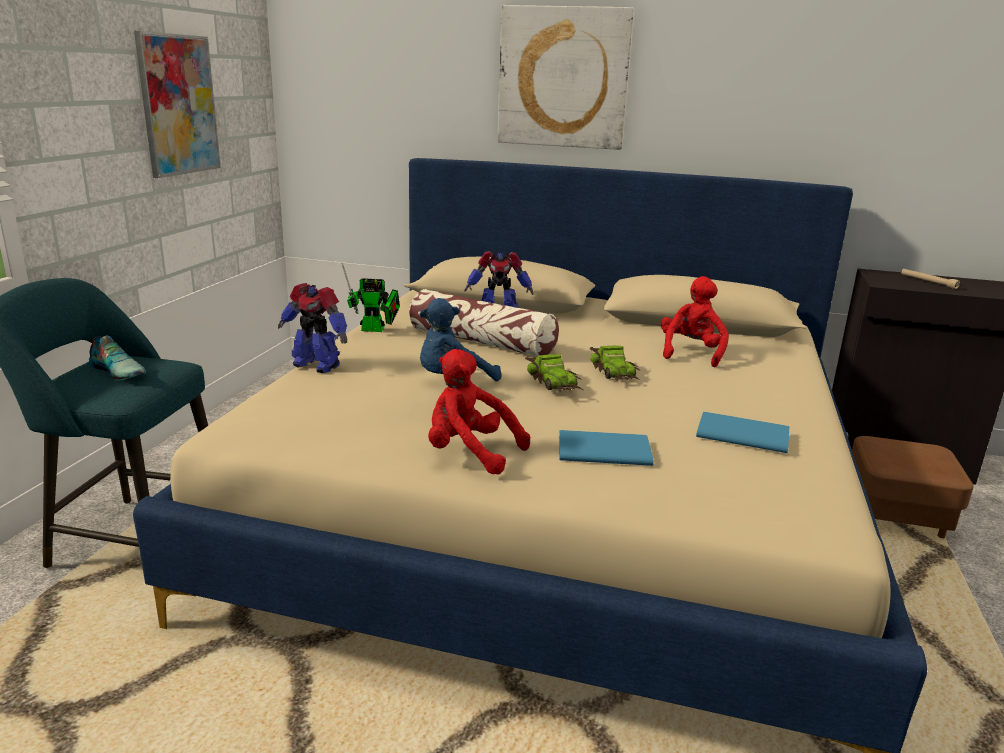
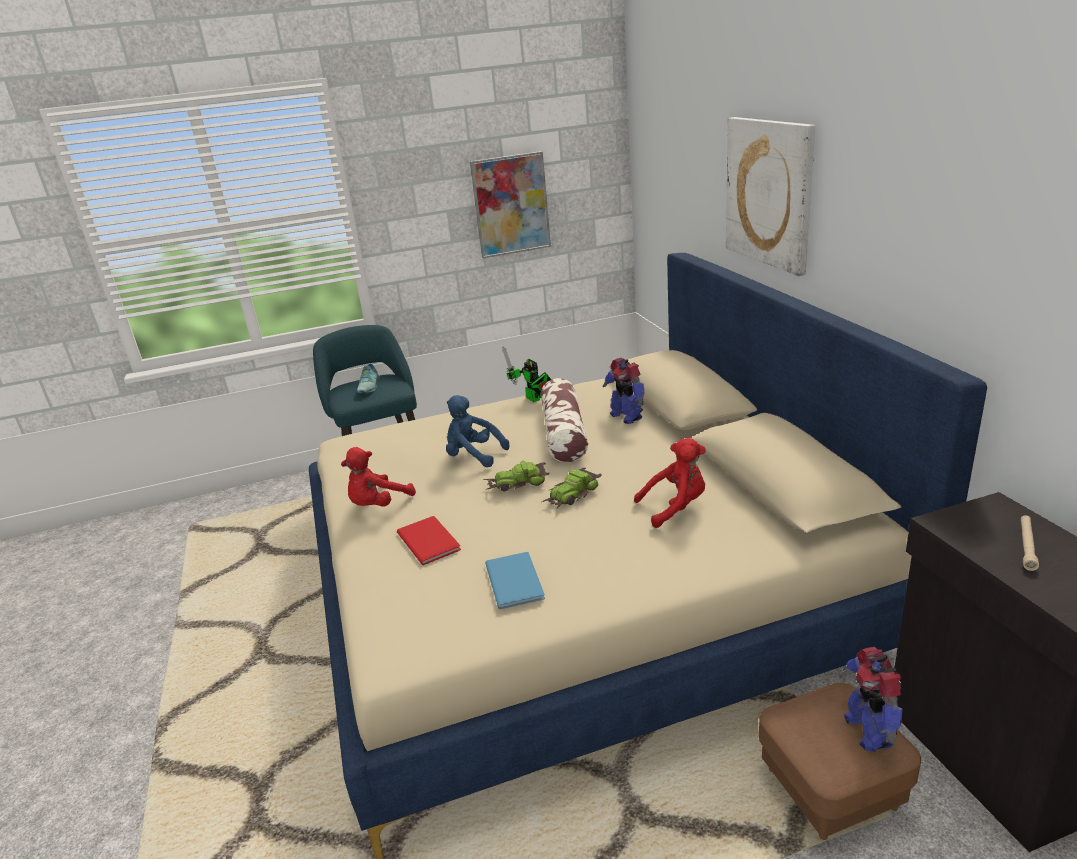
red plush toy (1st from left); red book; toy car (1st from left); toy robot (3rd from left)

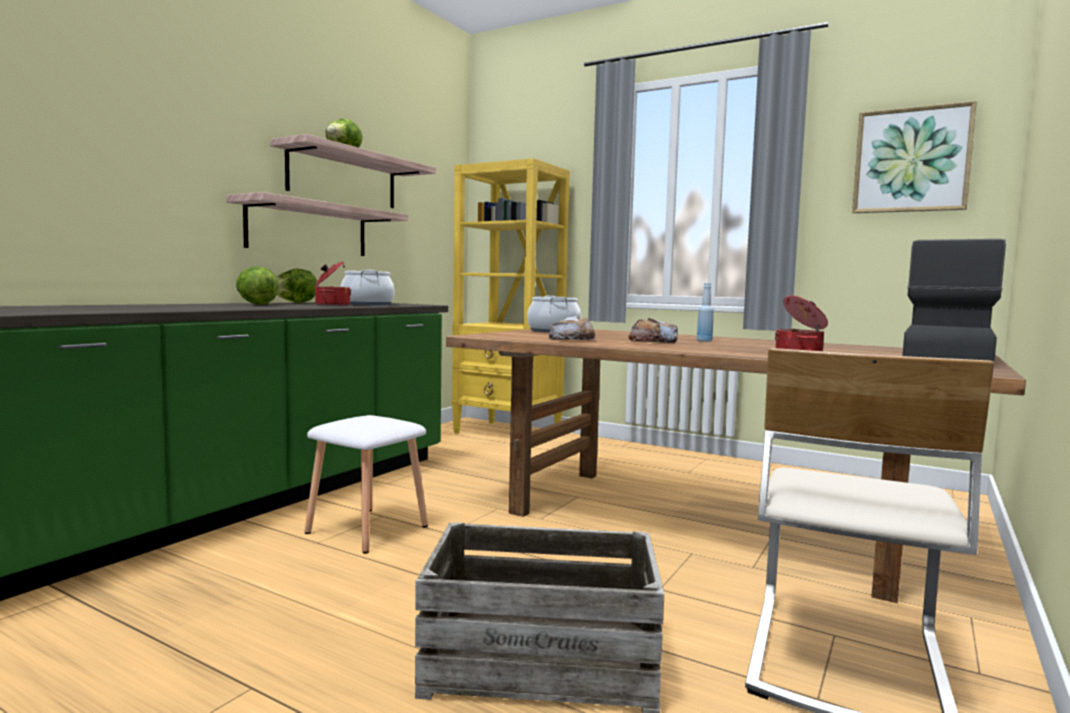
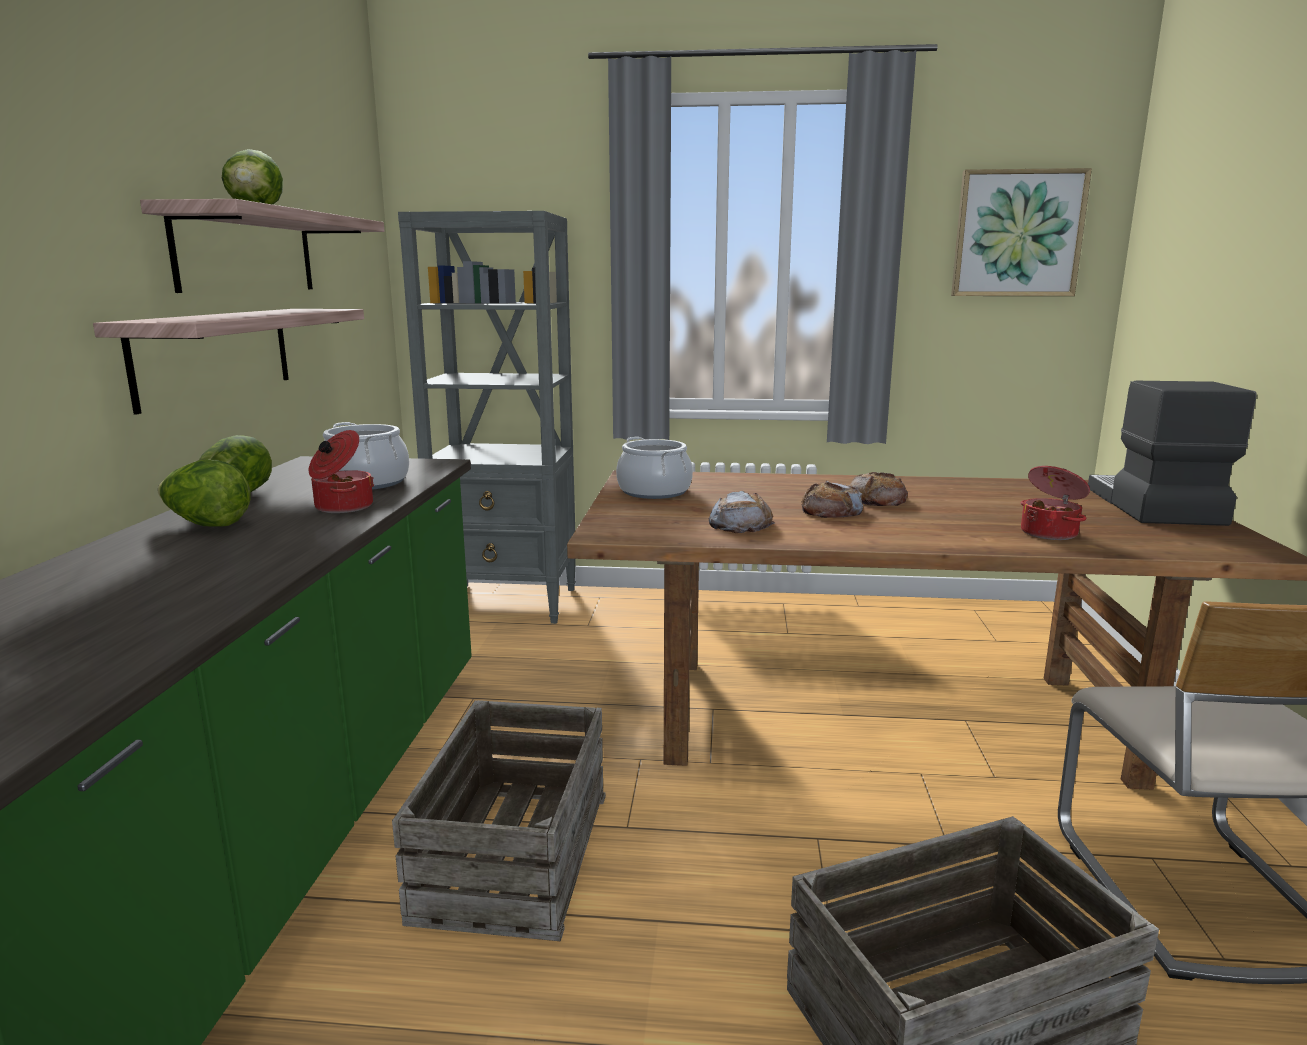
crate (1st from left); grey bookcase; bread (3rd from left)

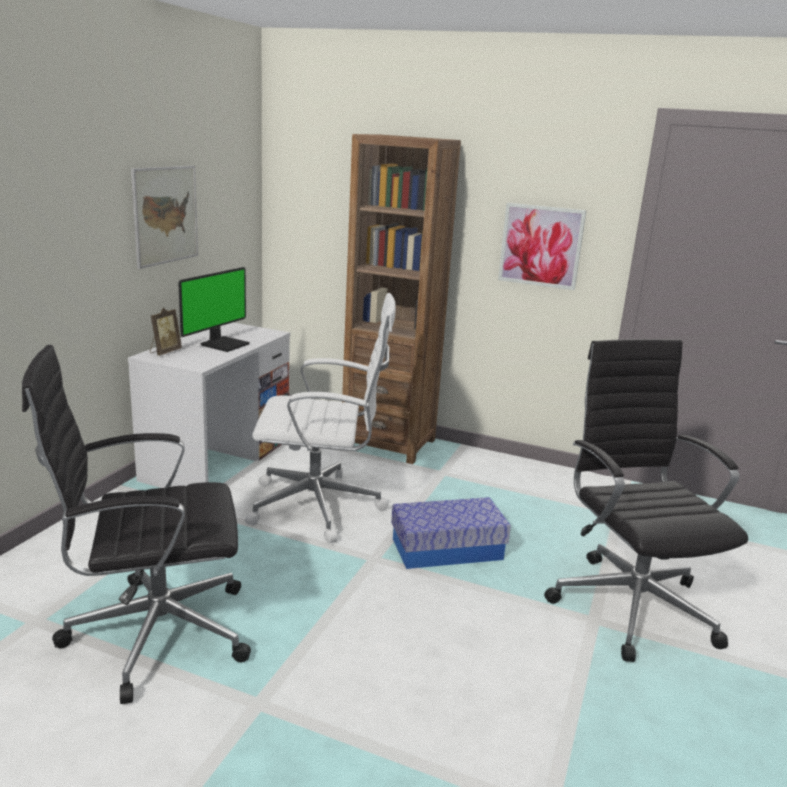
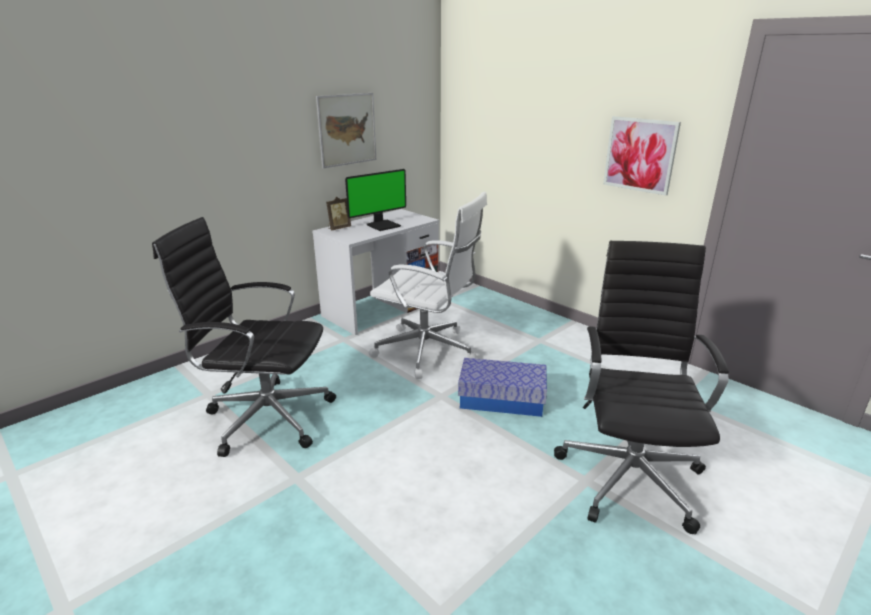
brown bookcase

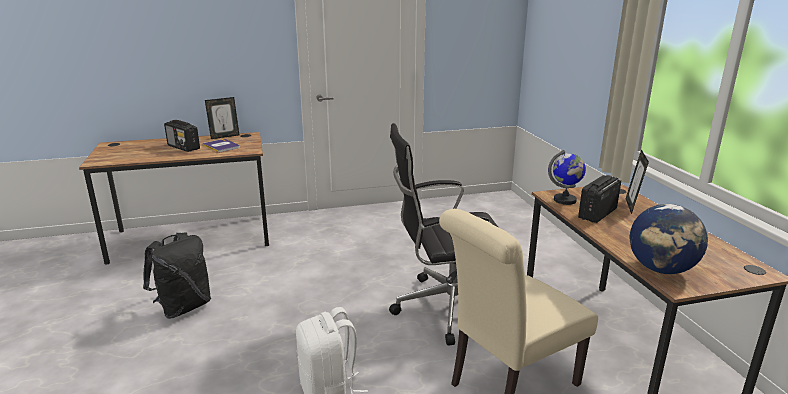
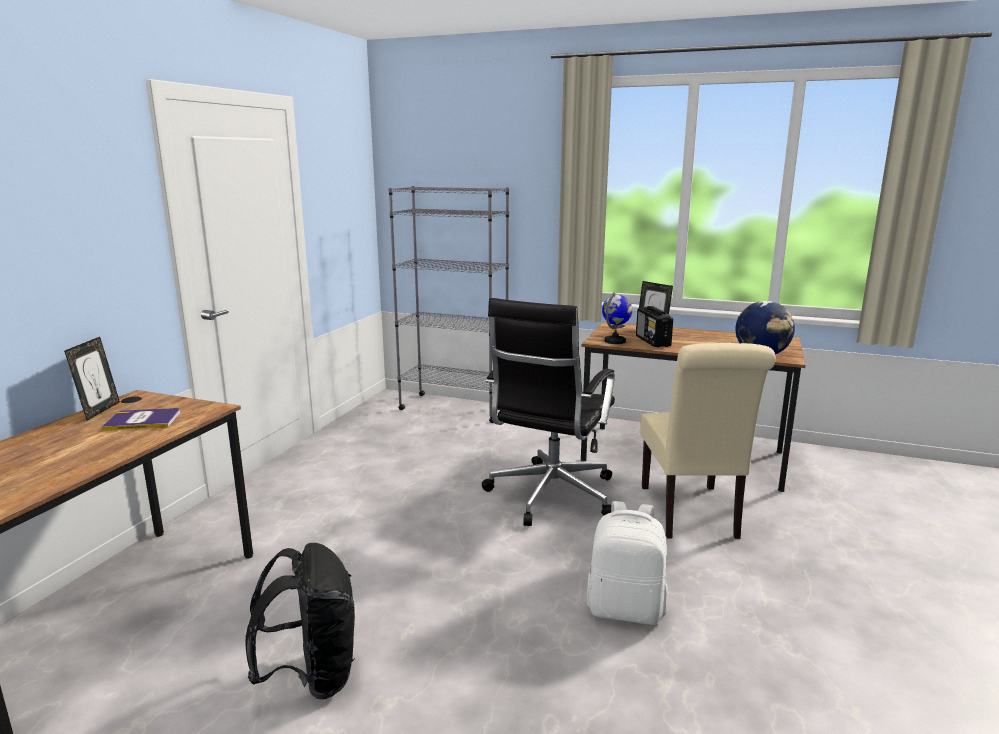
grey bookcase; radio (1st from left in the first image)

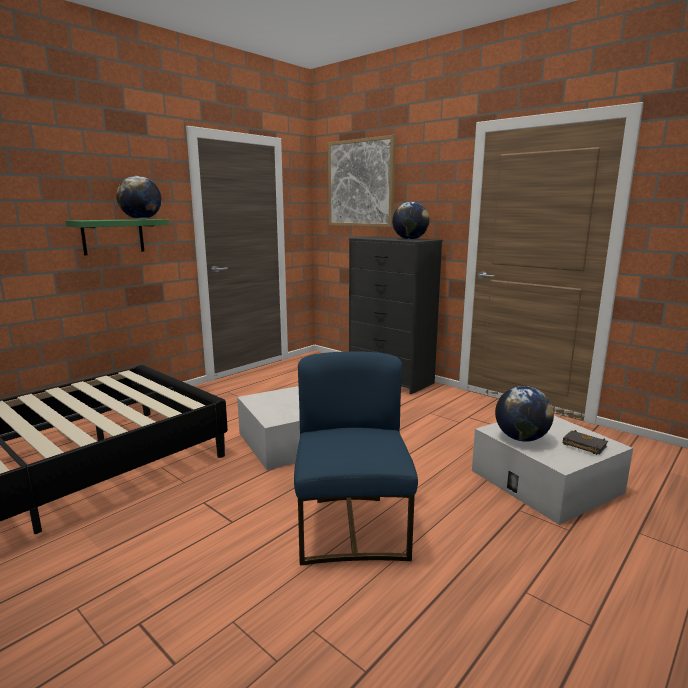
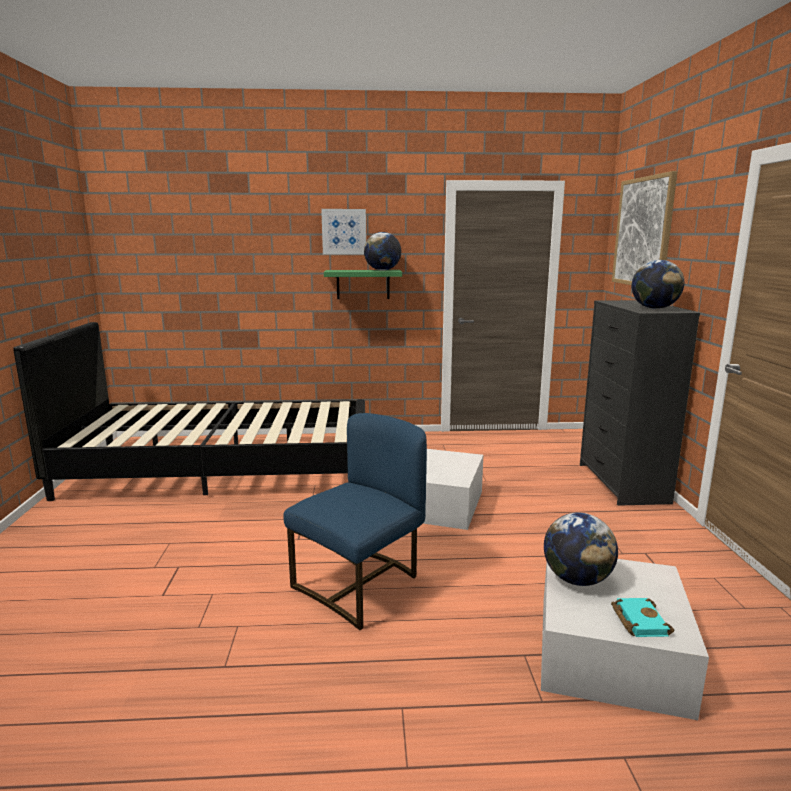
picture (1st from left); turquoise book

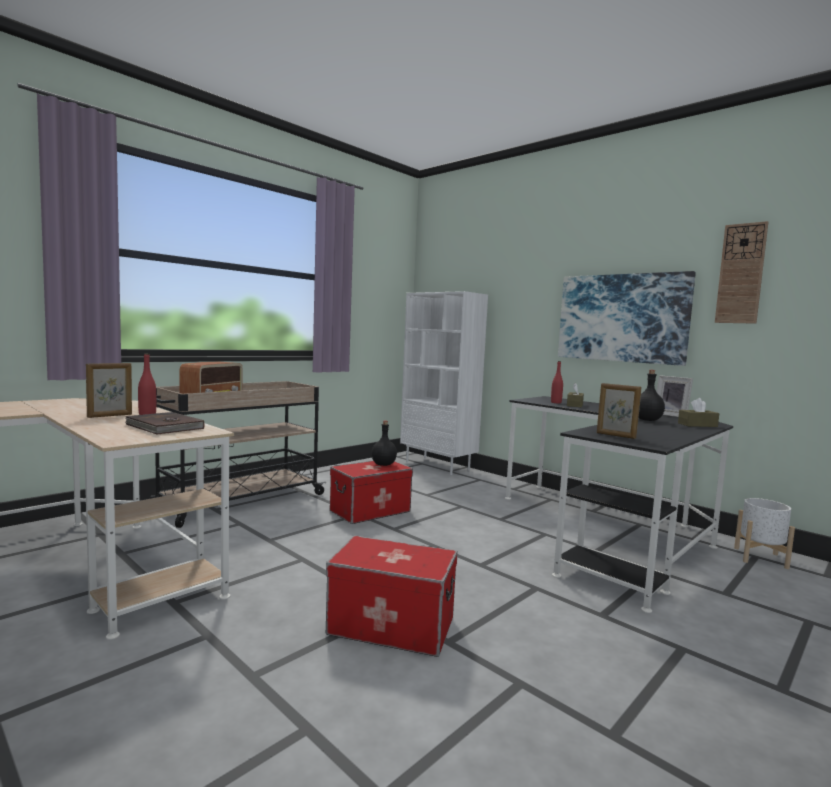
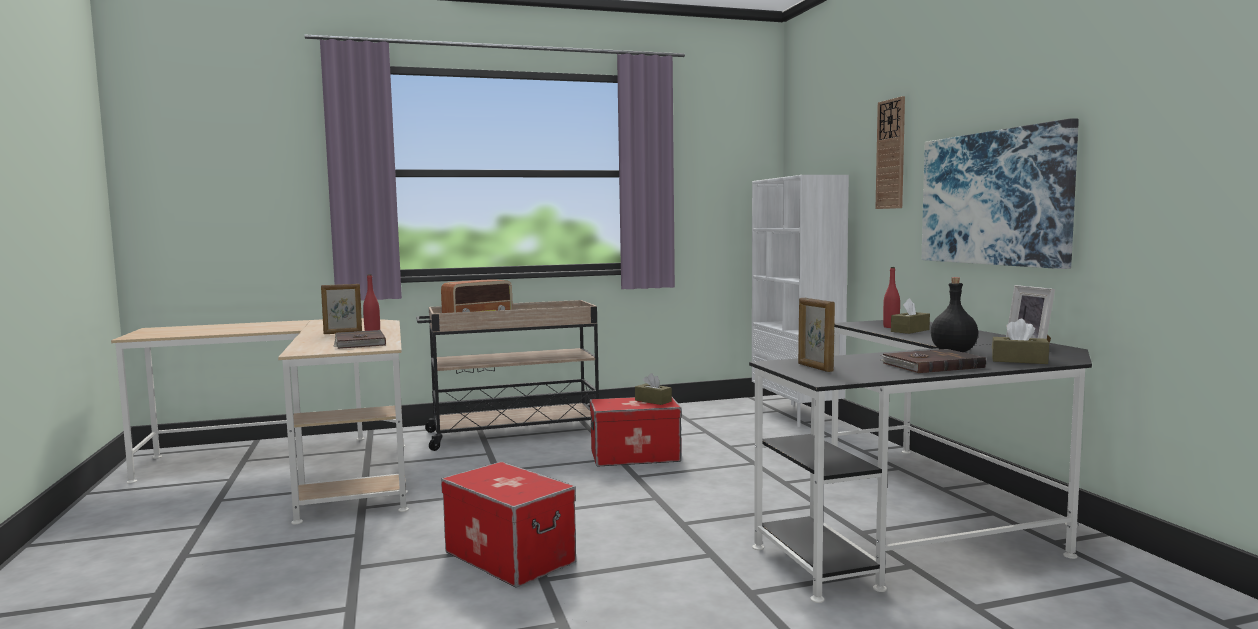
brown tissue box (1st from left); wall clock; brown book (2nd from left); white planter

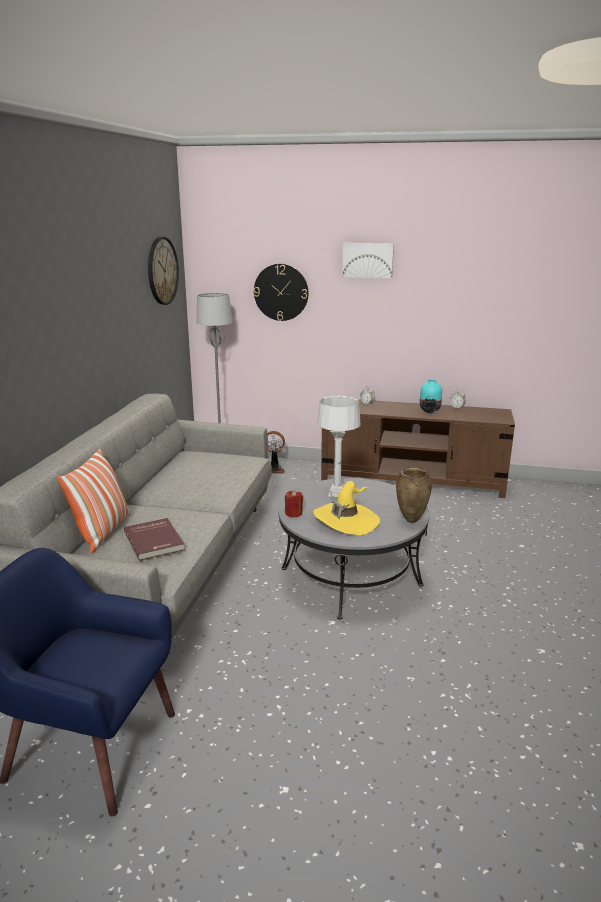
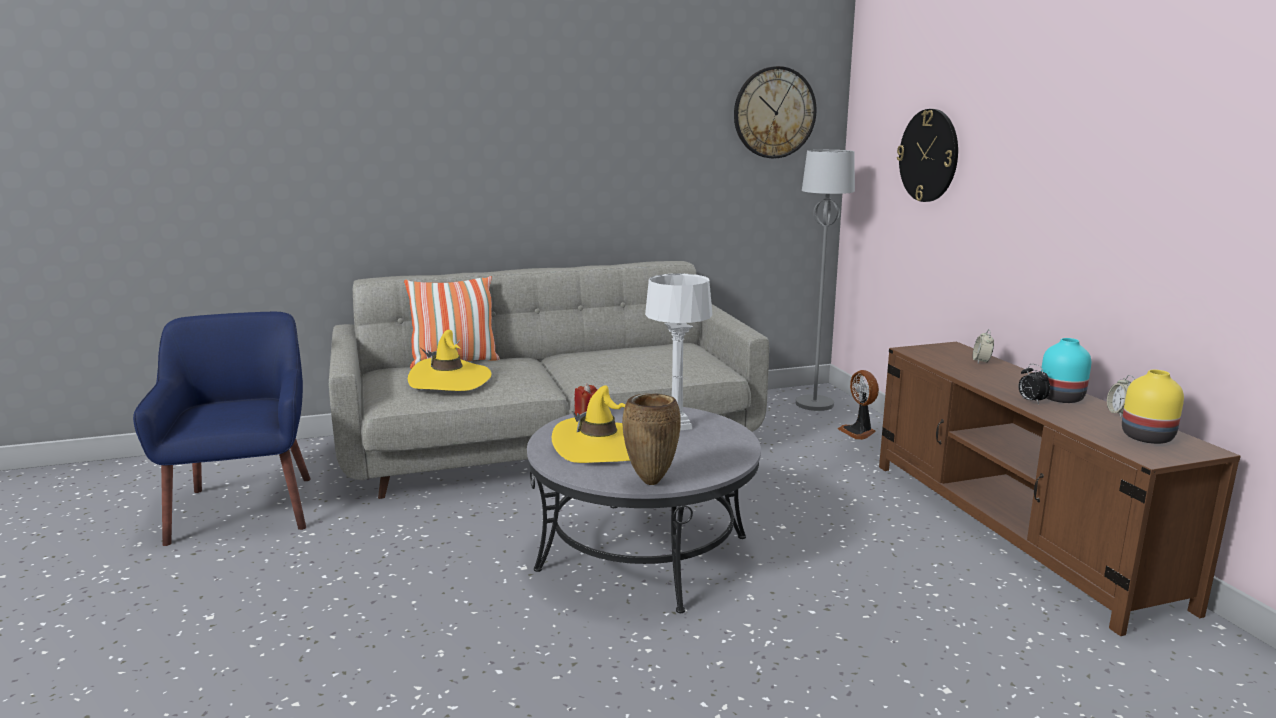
yellow hat (1st from left); yellow vase; picture

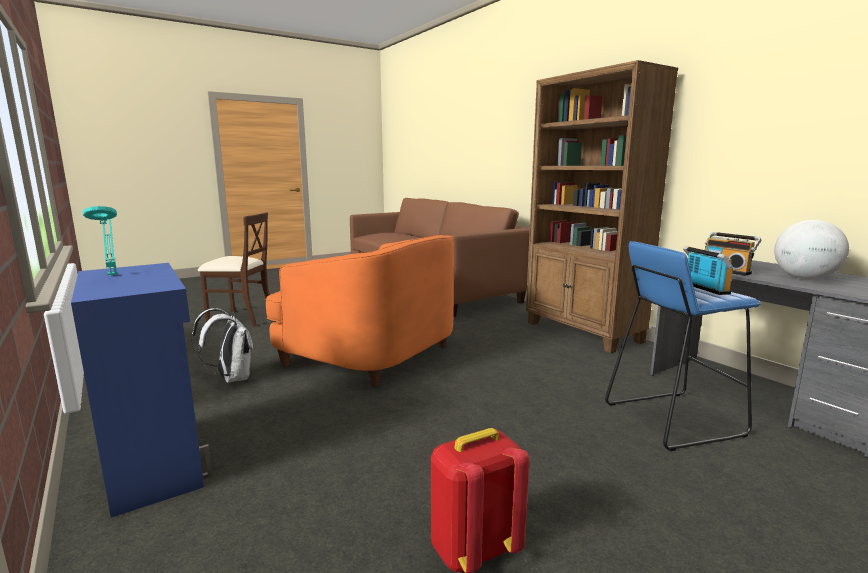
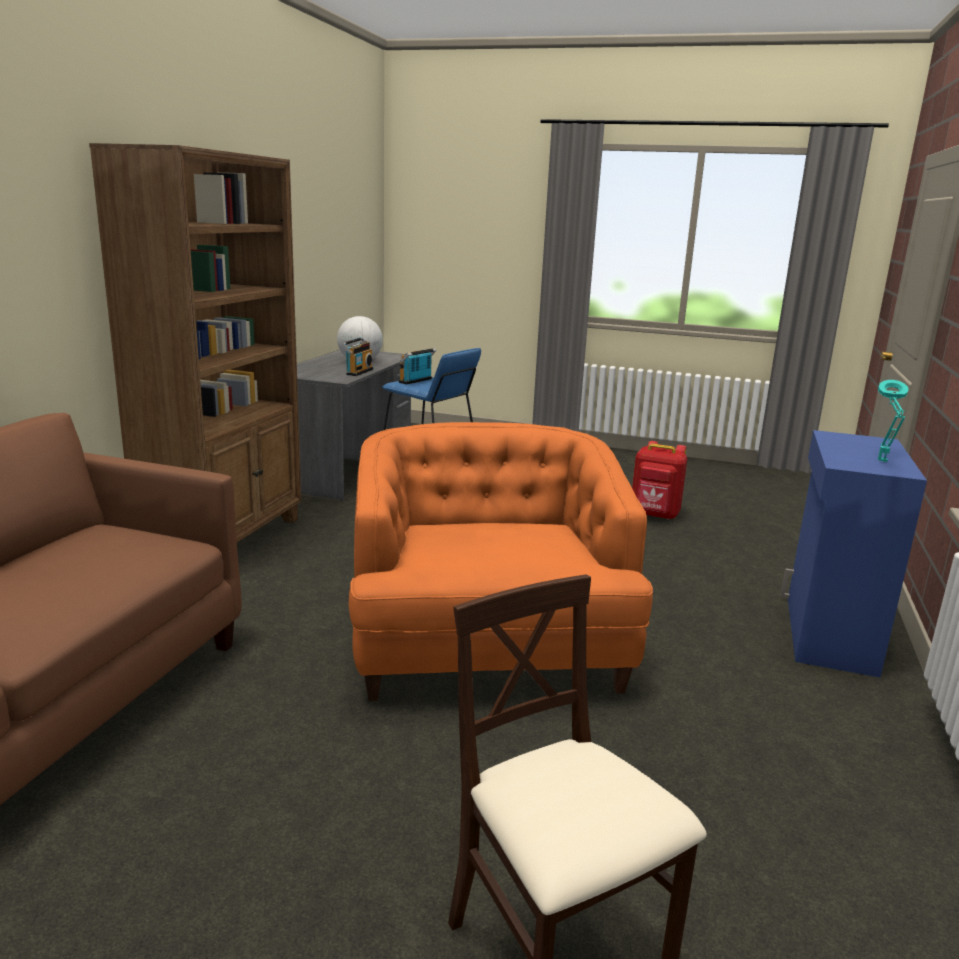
white backpack

